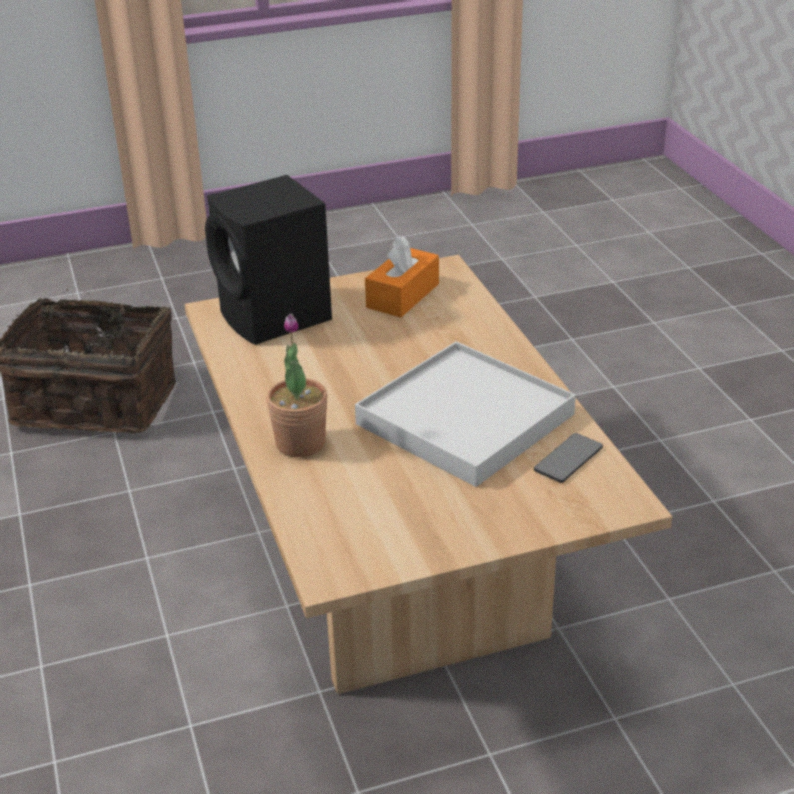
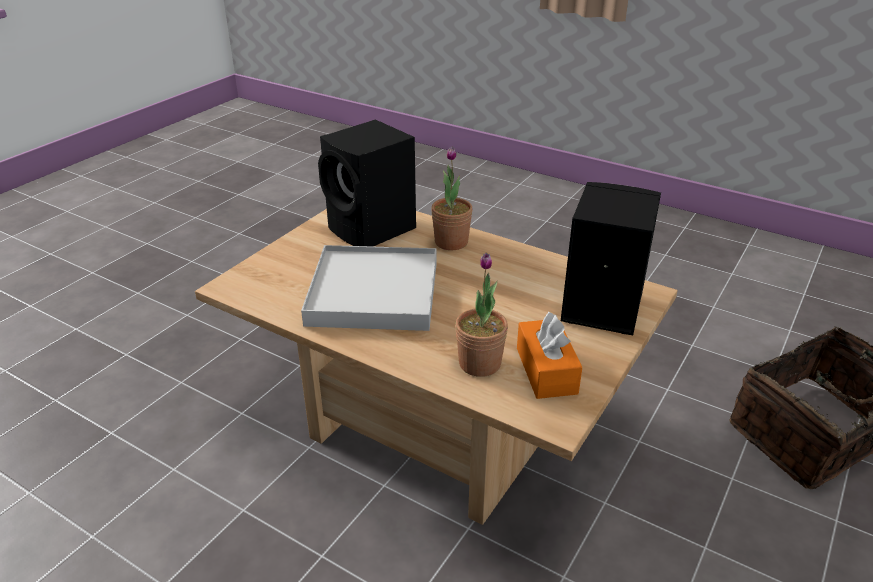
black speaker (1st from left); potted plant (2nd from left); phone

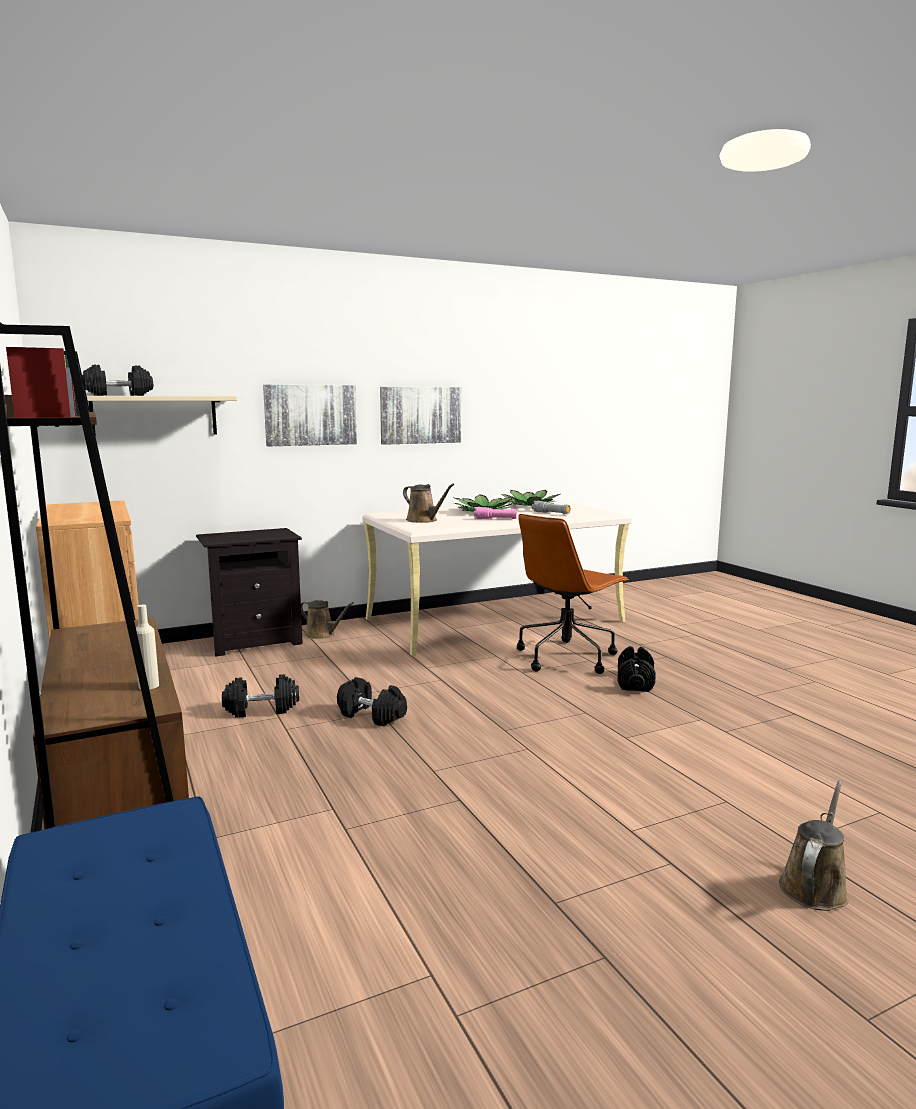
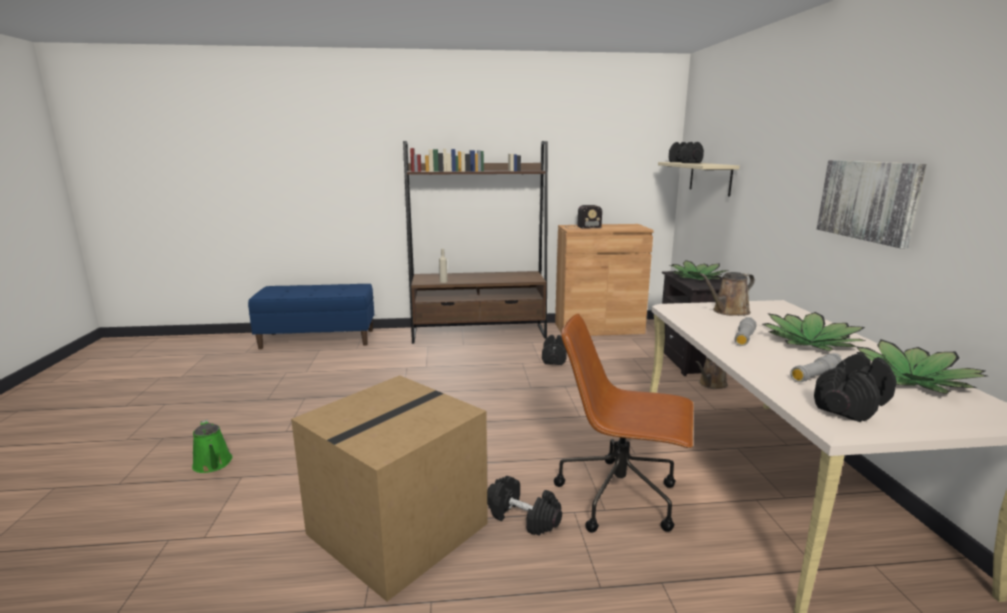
green watering can; cardboard box; brown office chair; radio; potted plant (1st from left); grey flashlight (1st from left); black dumbbell (4th from left); picture (1st from left in the first image)

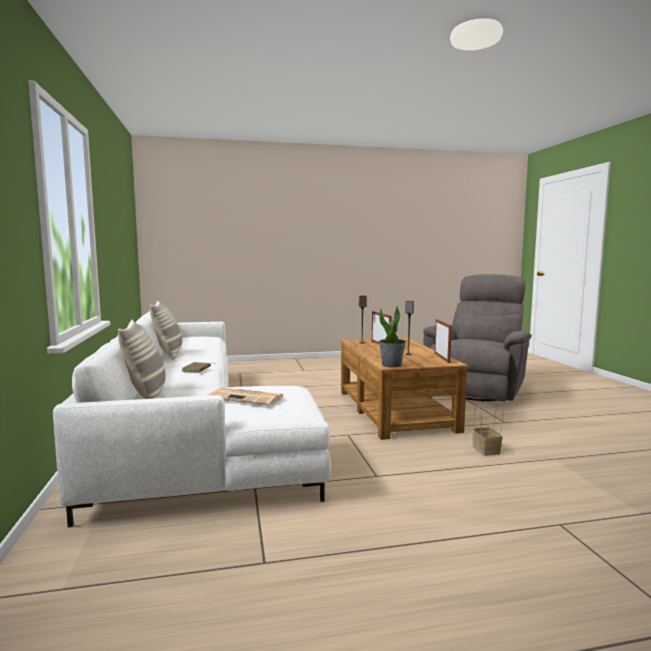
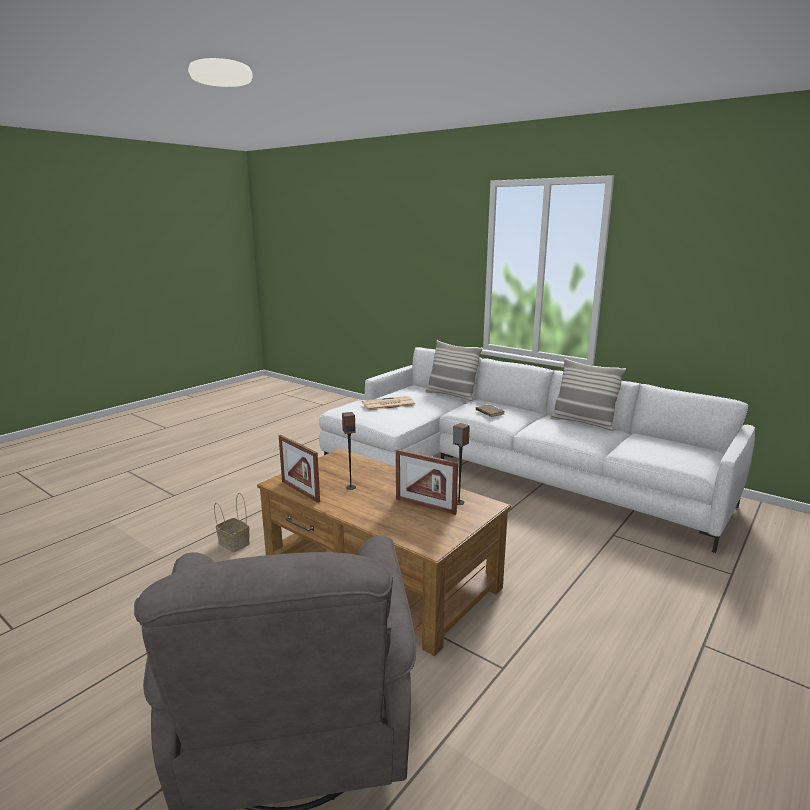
potted plant

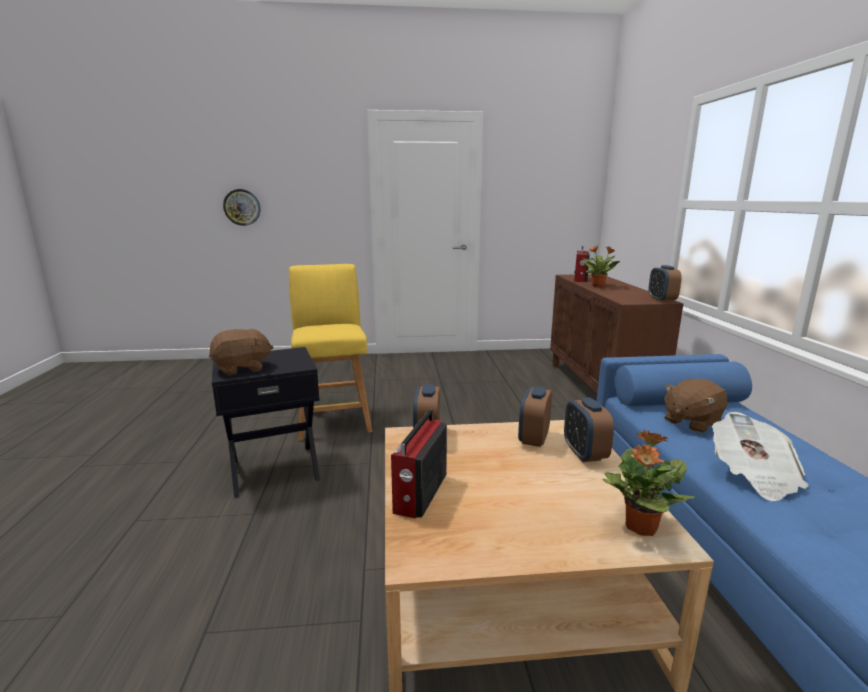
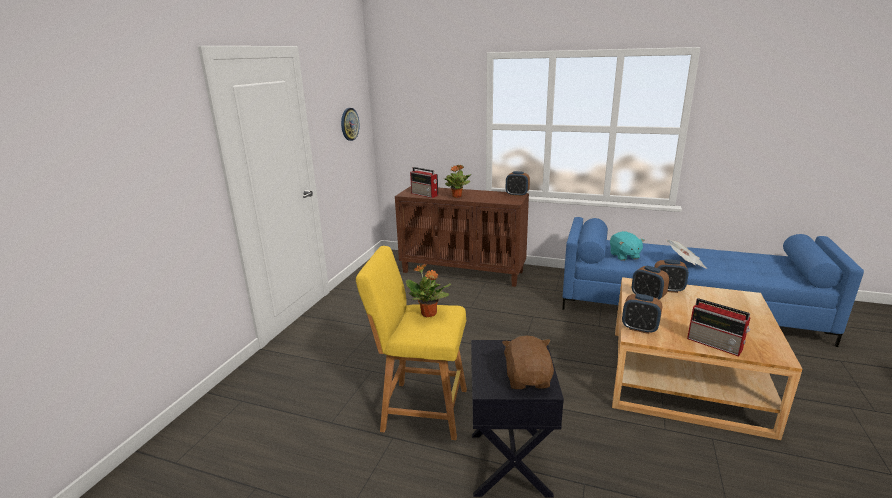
wall clock; potted plant (1st from left); turquoise plush toy

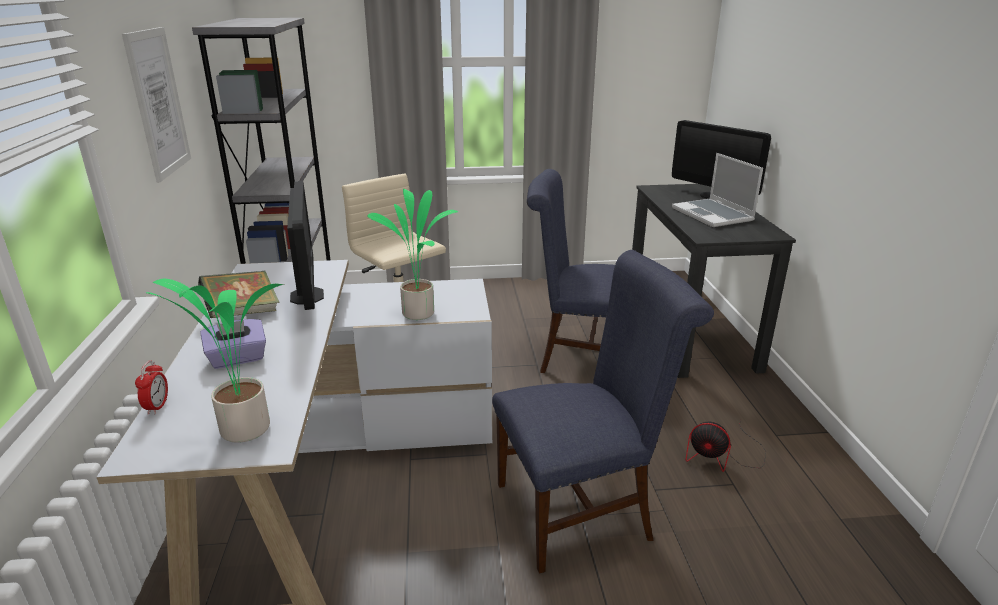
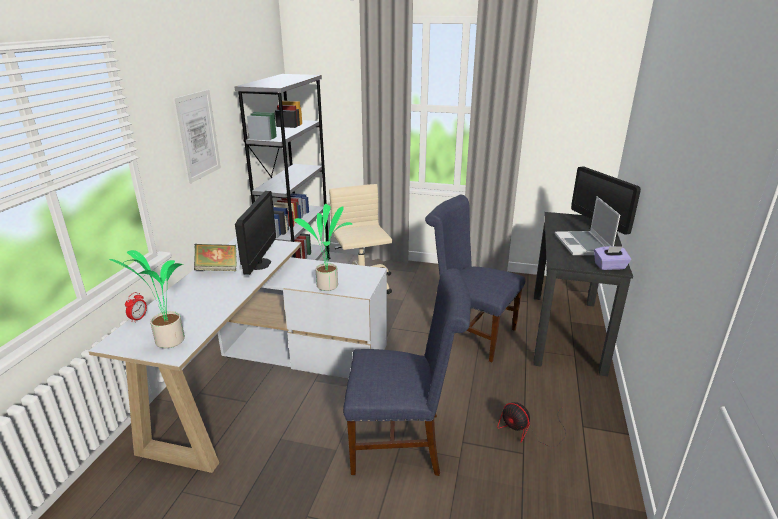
purple tissue box

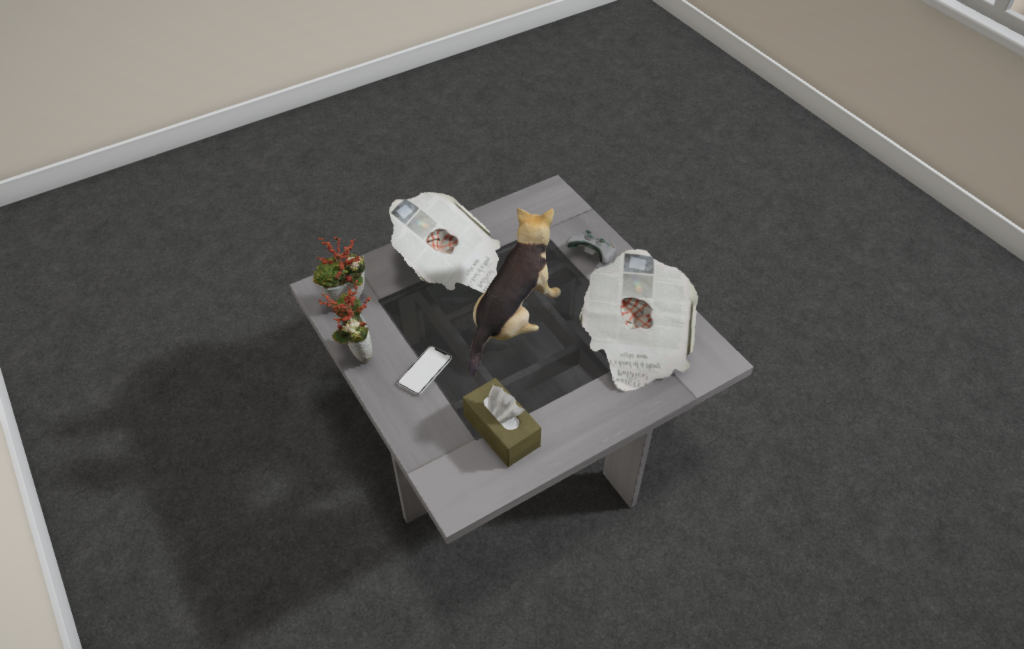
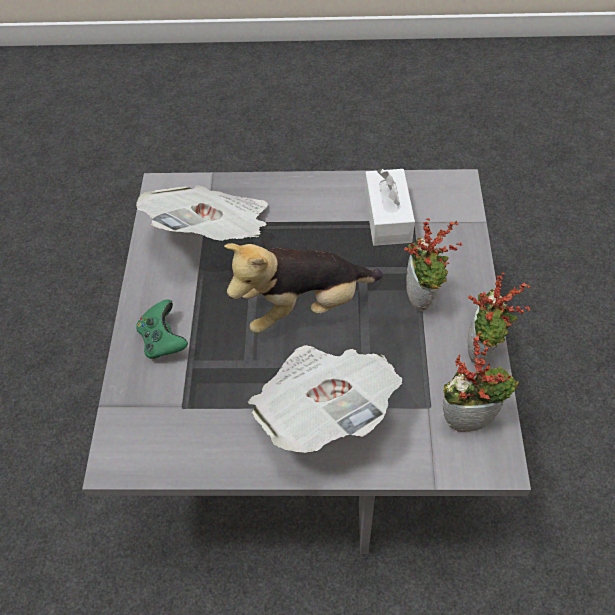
green game controller; white tissue box; potted plant (1st from left)

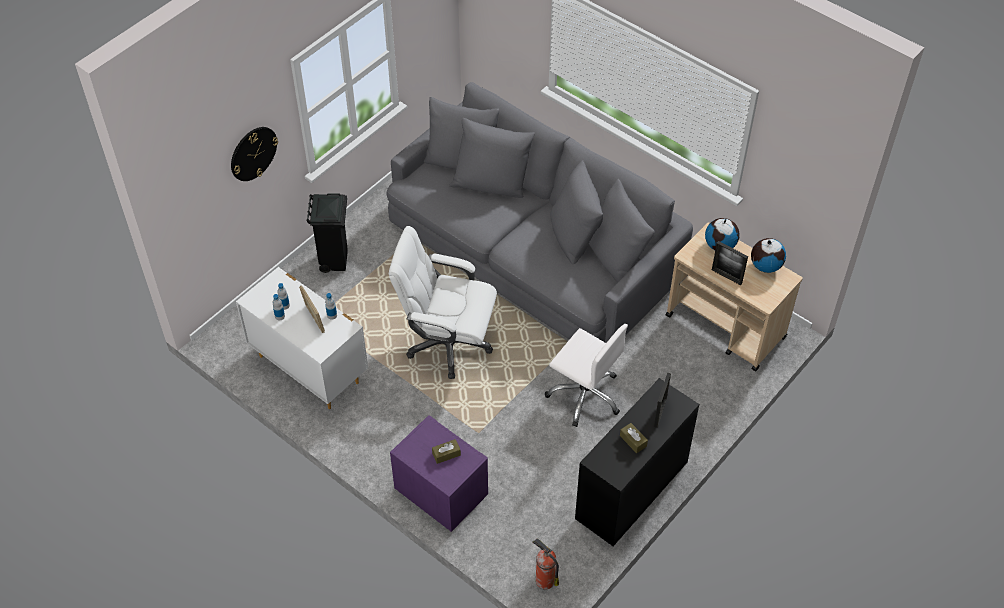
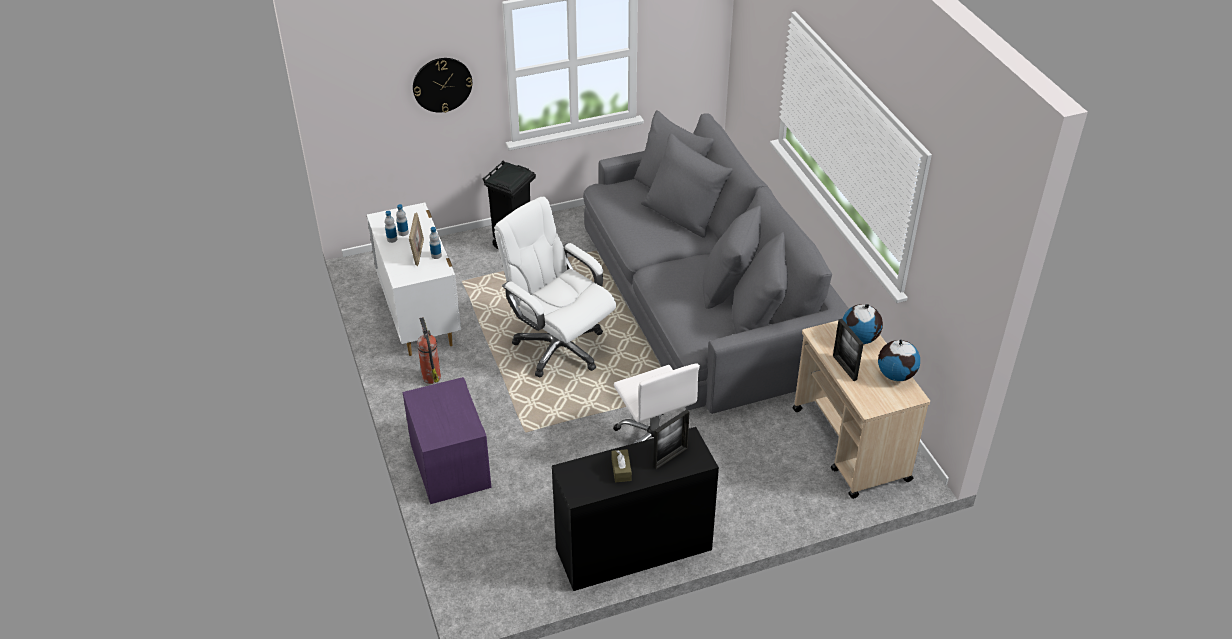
fire extinguisher; brown tissue box (1st from left in the first image)

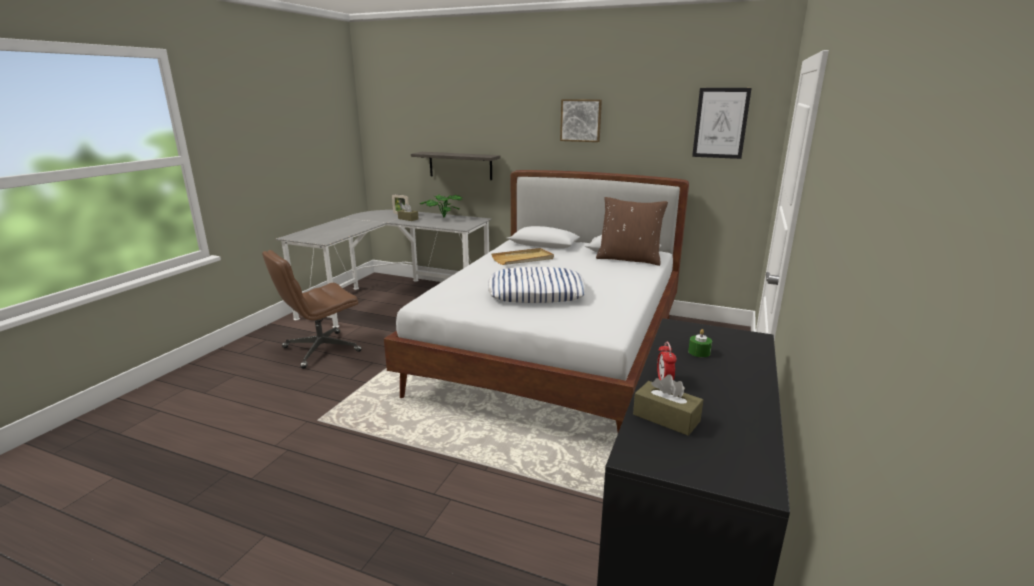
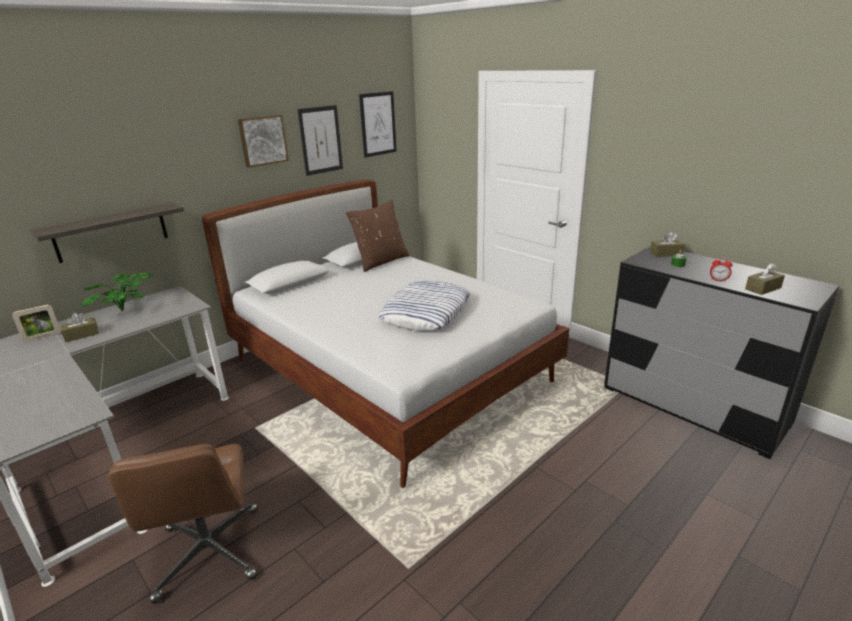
picture (2nd from left); brown tissue box (2nd from left); beige tray

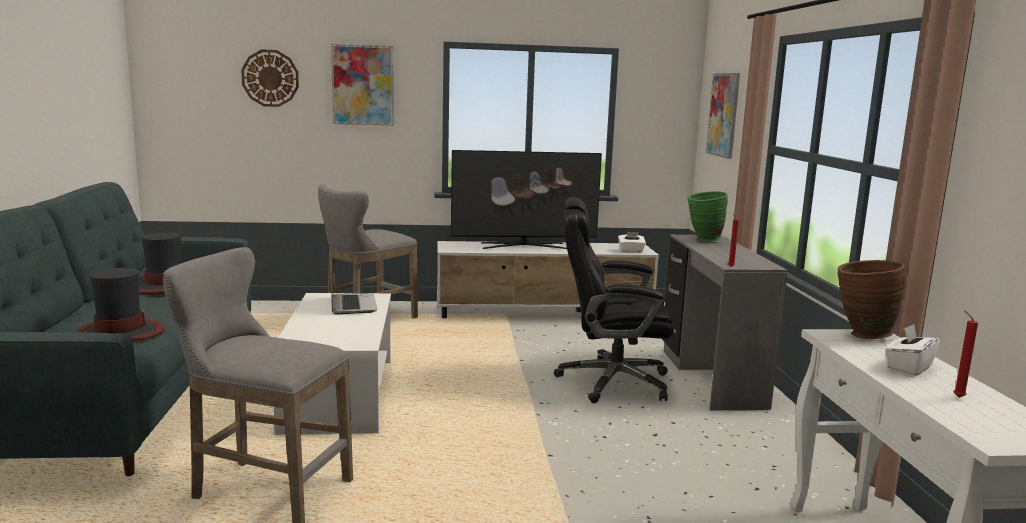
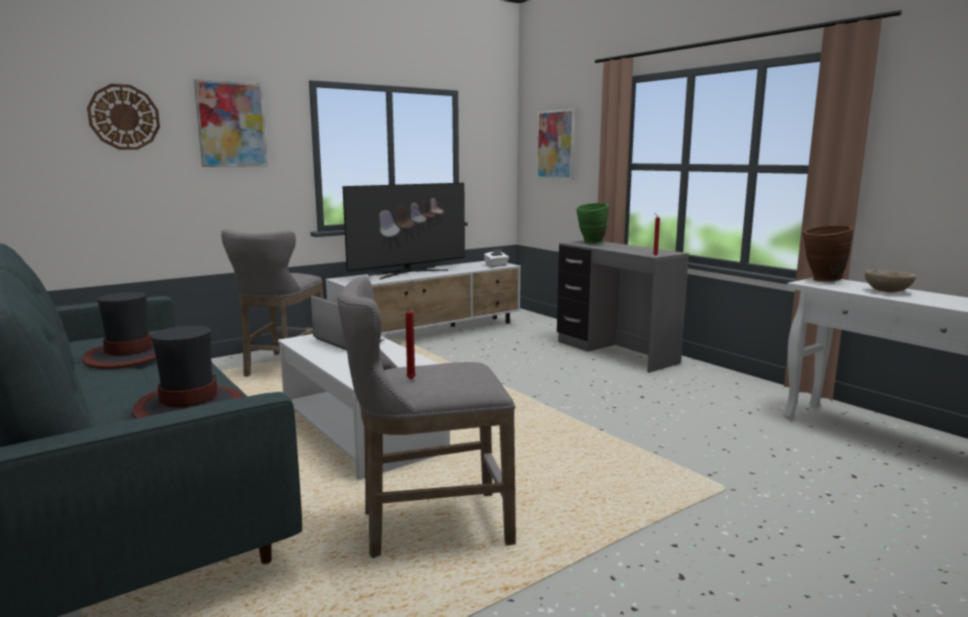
red candle (1st from left); beige bowl; black office chair

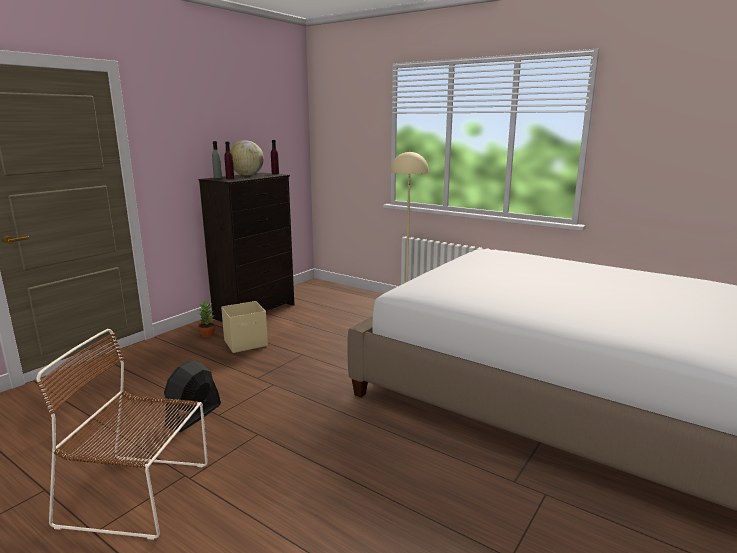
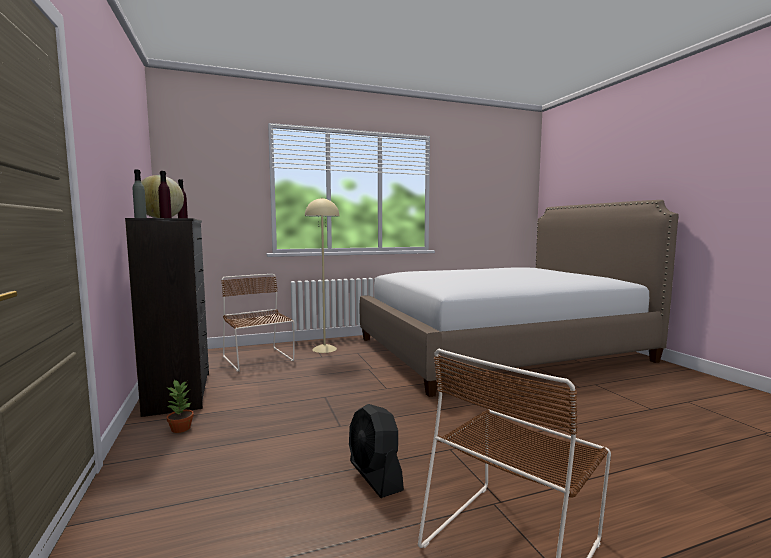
brown chair (1st from left); beige storage box

